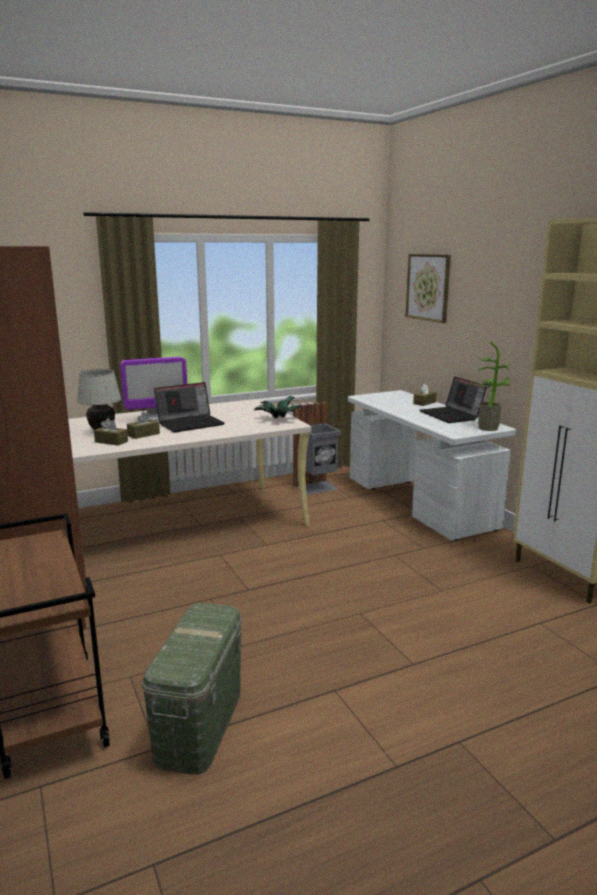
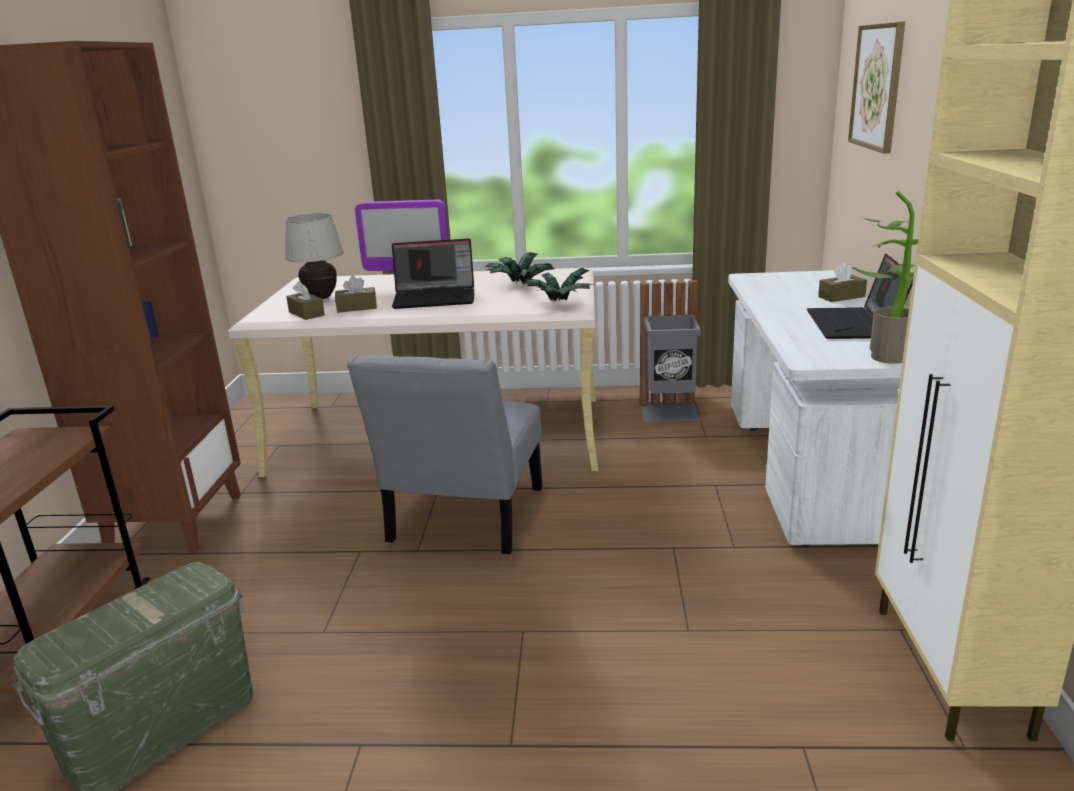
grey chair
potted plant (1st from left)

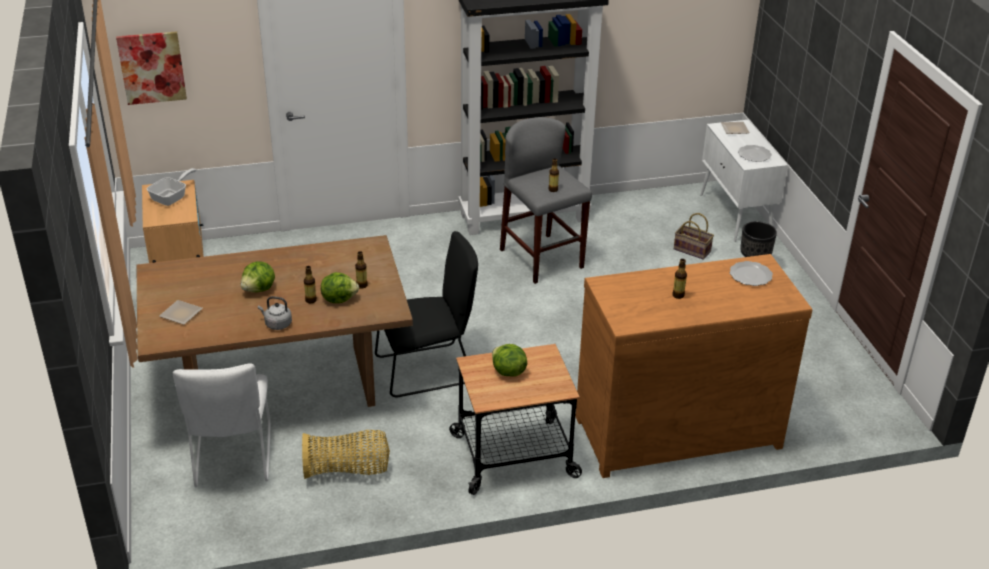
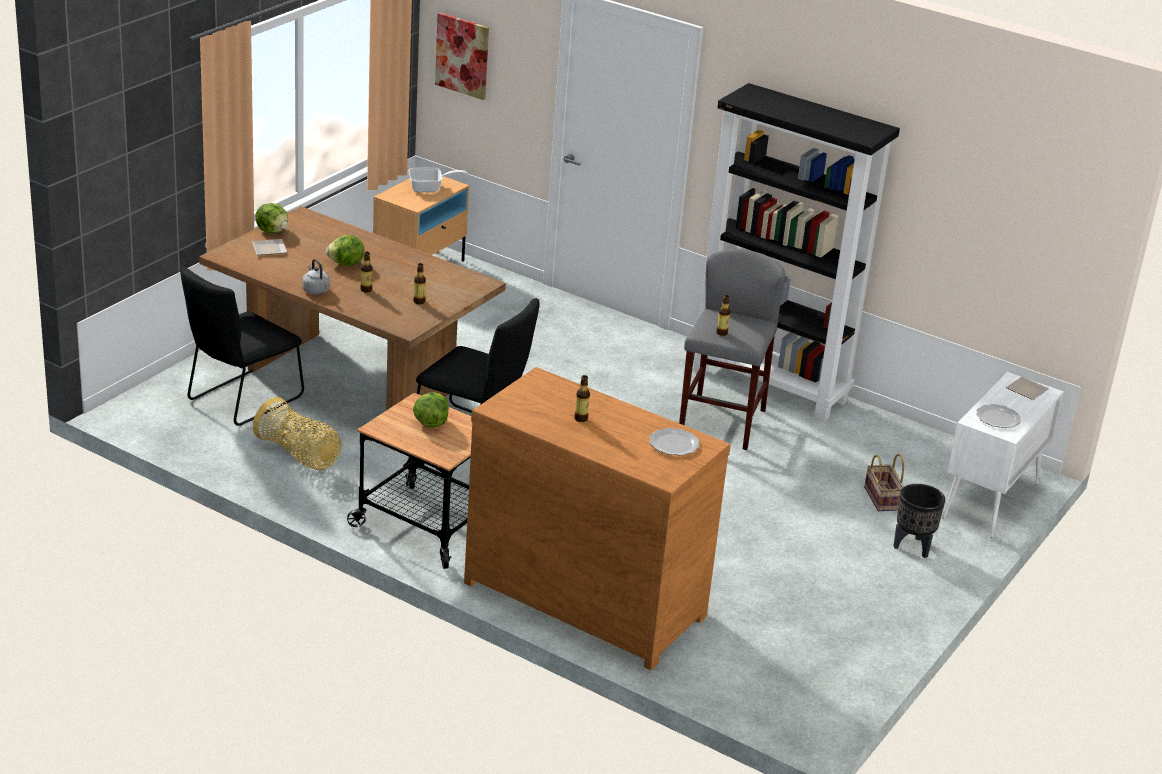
black chair (1st from left)
lettuce (1st from left)

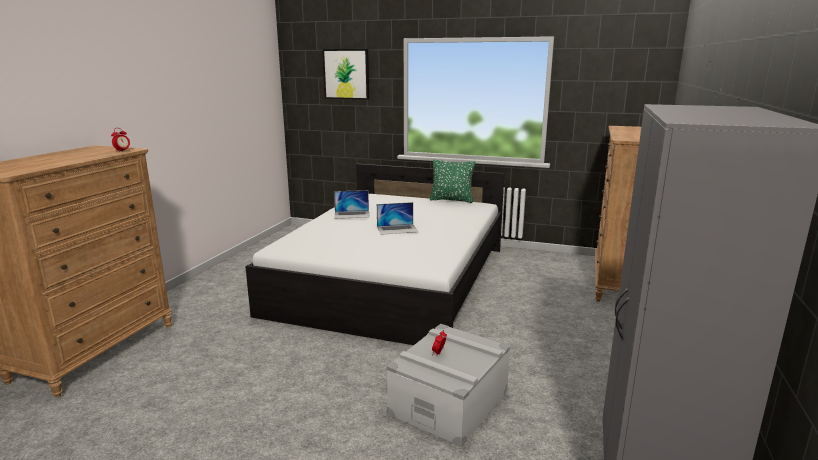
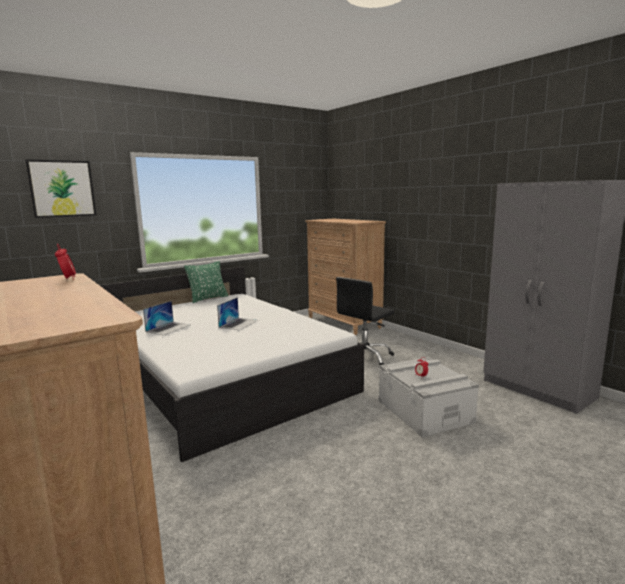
black office chair

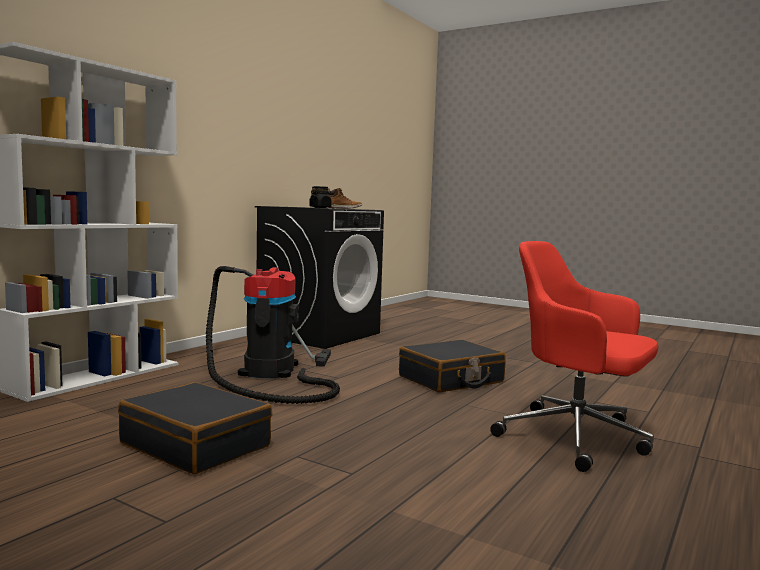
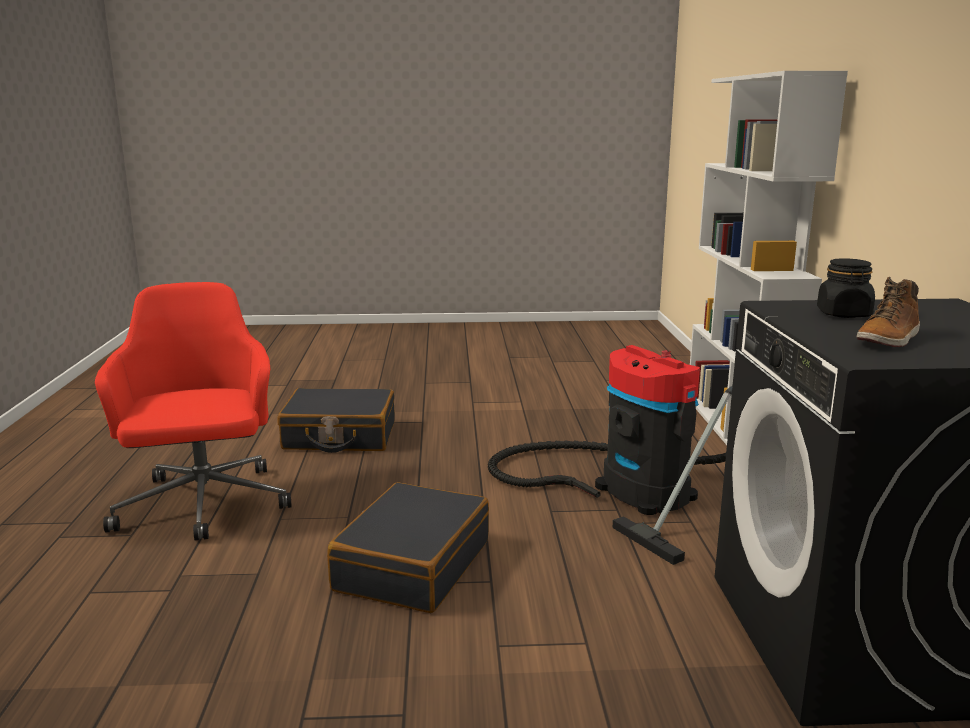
black suitcase (1st from left)
red office chair

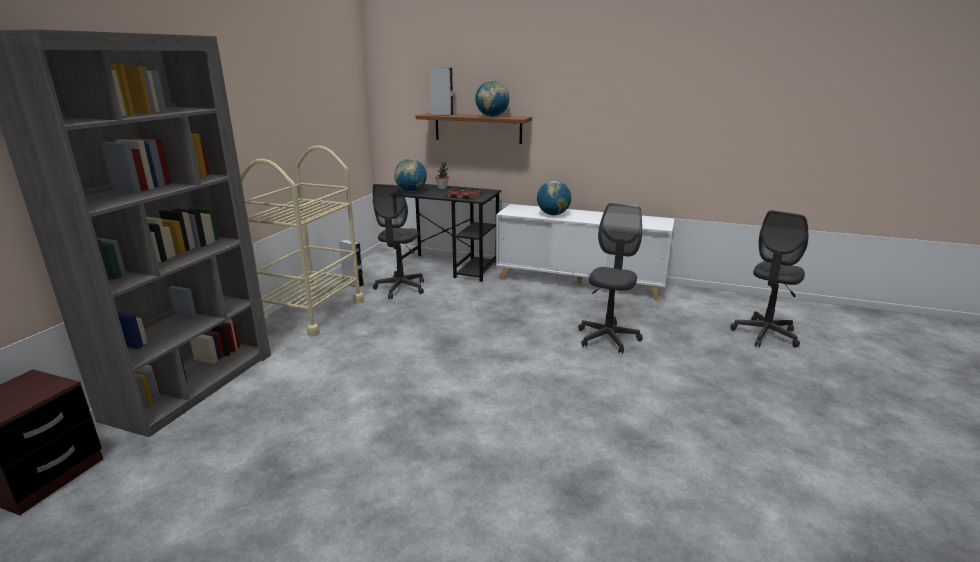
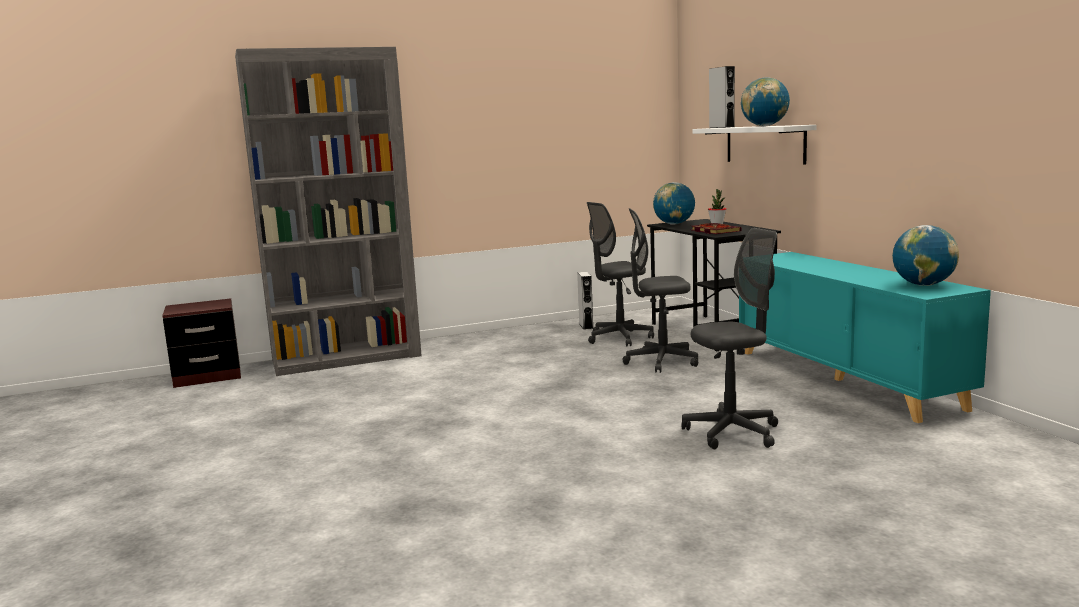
beige cart
white shelf
turquoise cabinet
globe (3rd from left)
grey office chair (2nd from left)

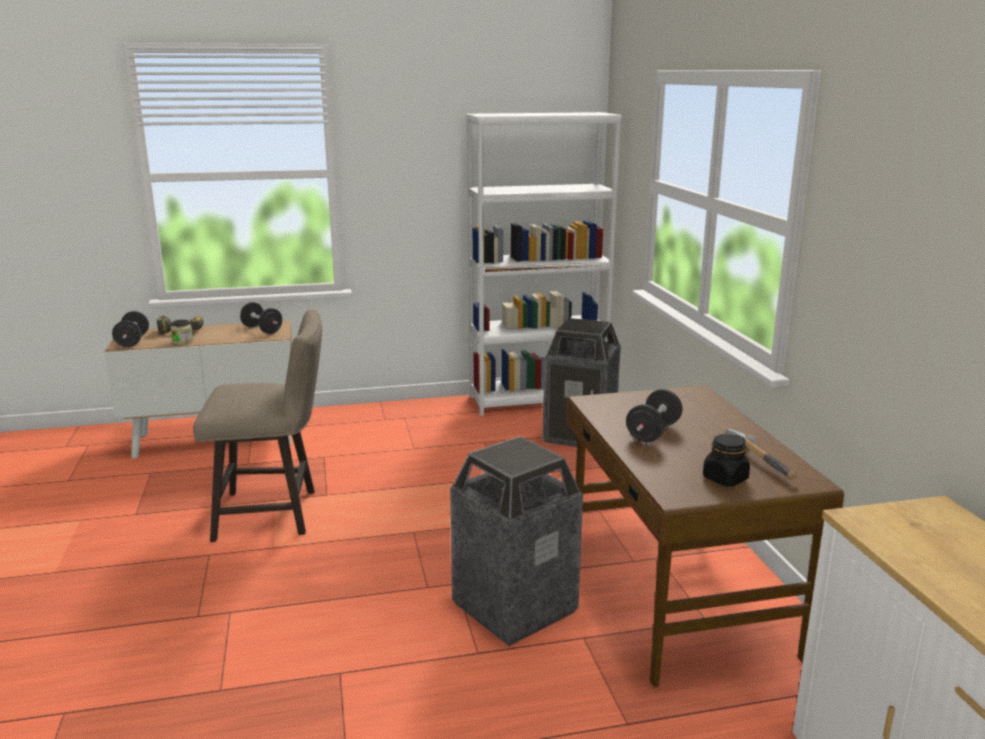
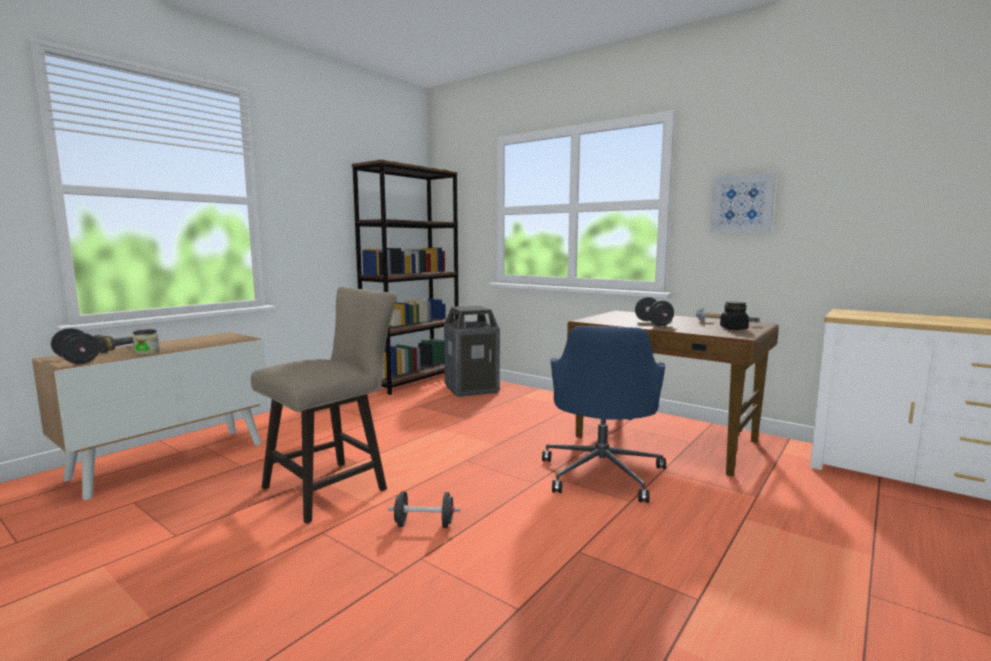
black dumbbell (2nd from left)
blue office chair
brown bookcase
picture

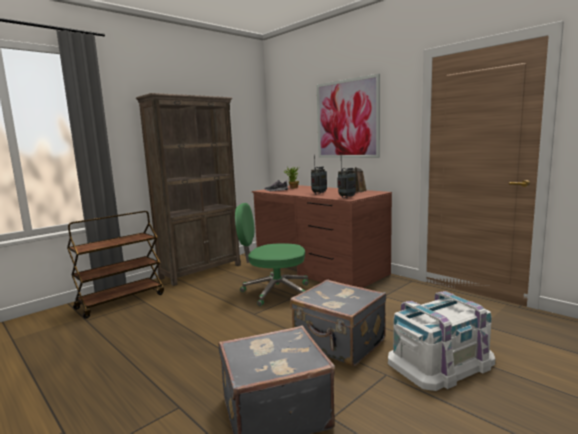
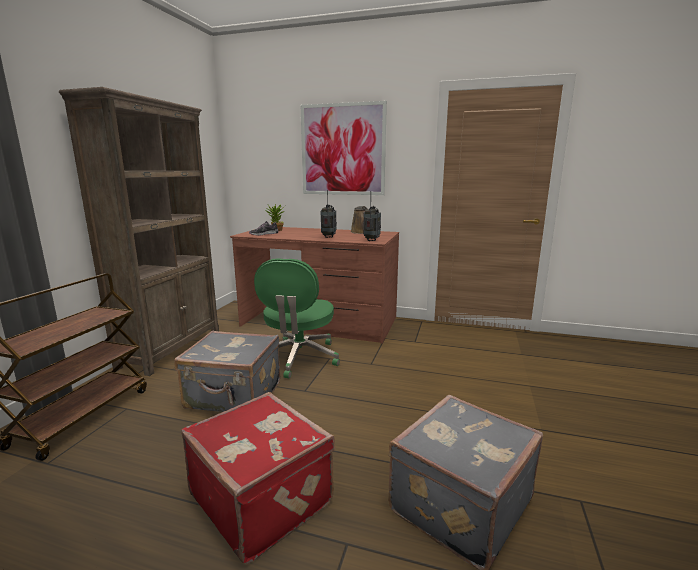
green office chair
grey suitcase (1st from left)
white storage box
red suitcase

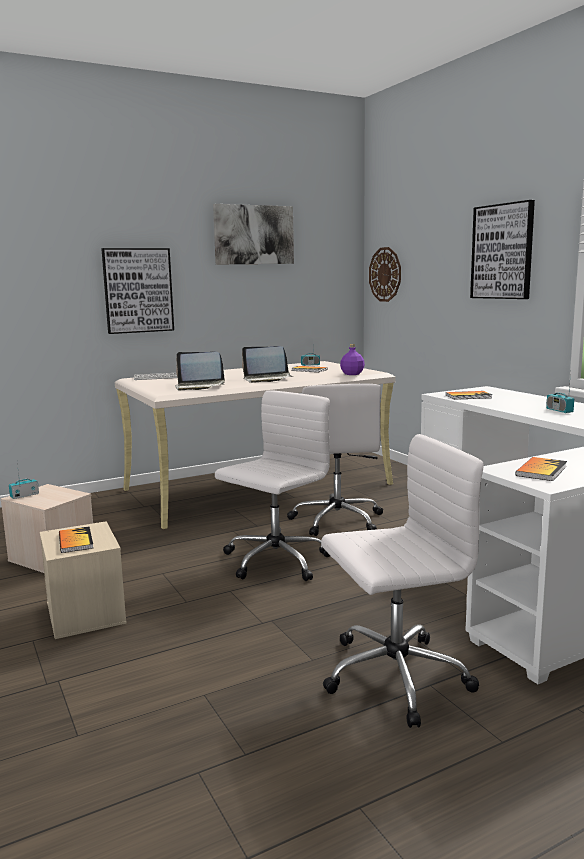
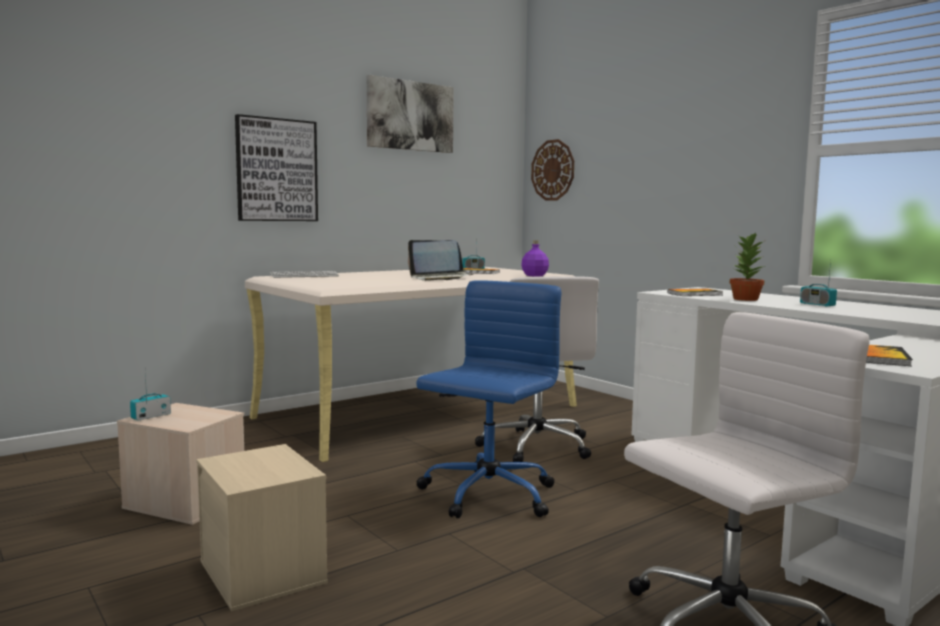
book (1st from left in the first image)
laptop (1st from left in the first image)
blue office chair
picture (3rd from left in the first image)
potted plant

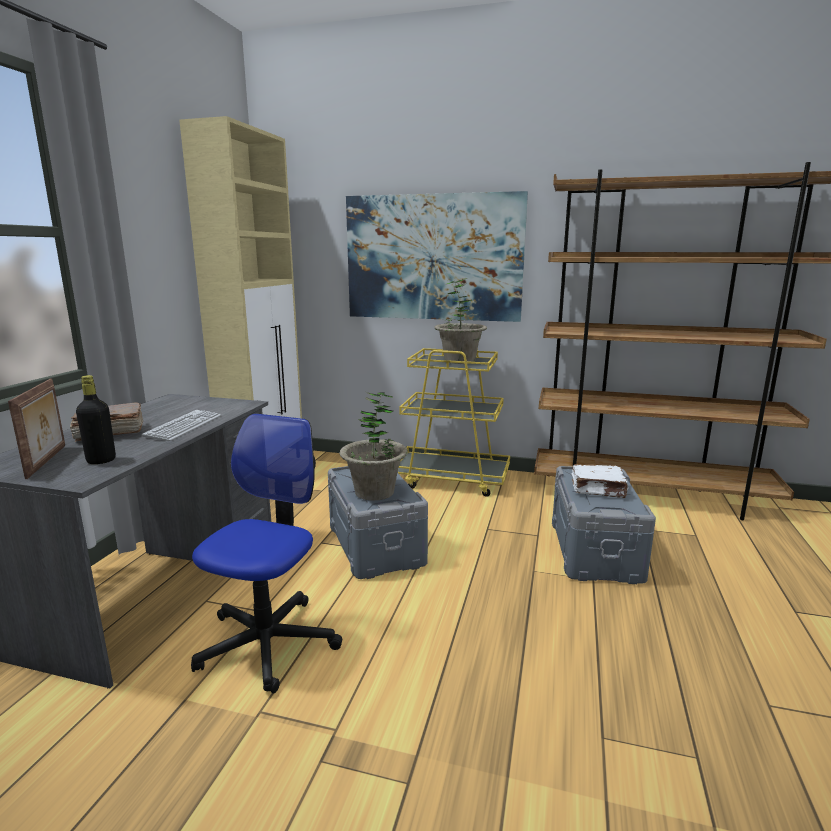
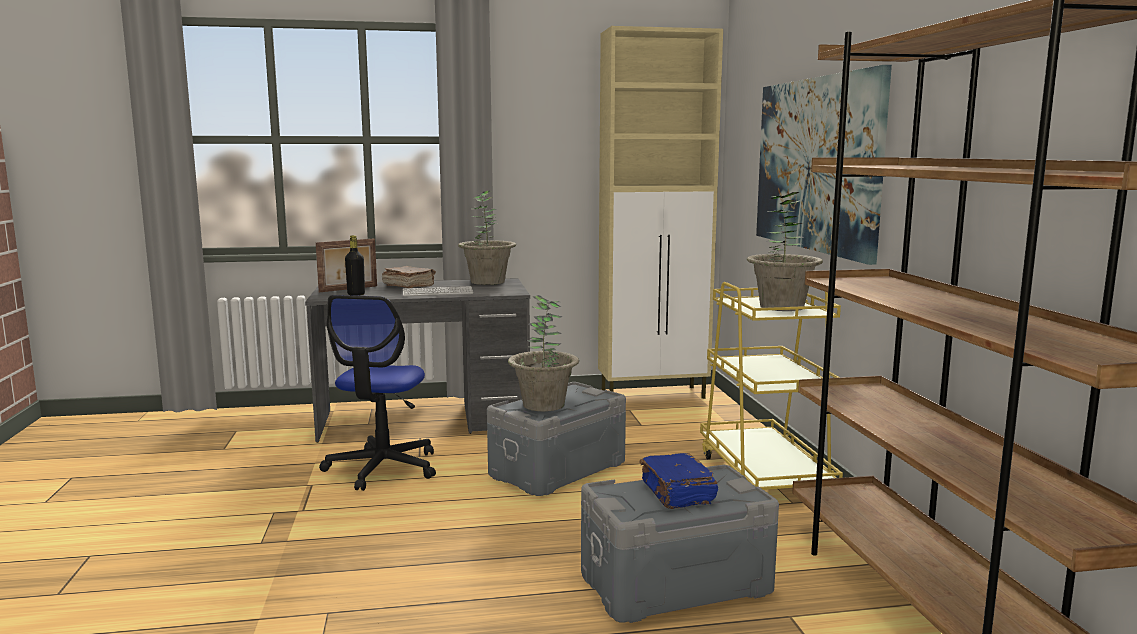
office chair
blue book
potted plant (1st from left)

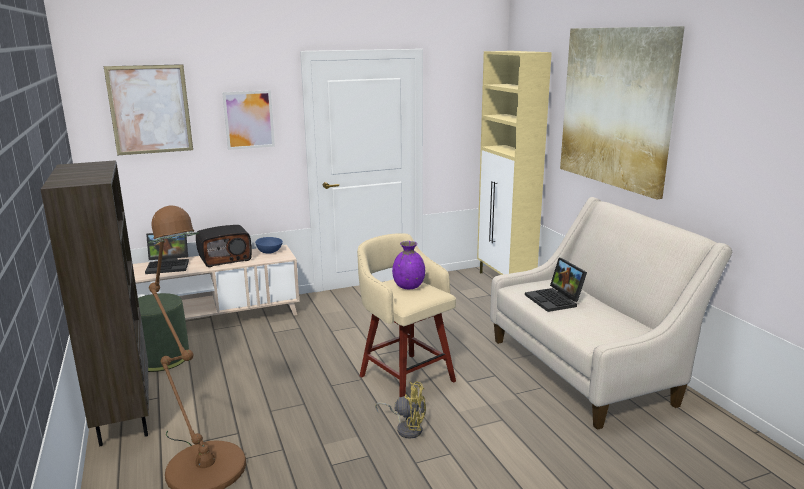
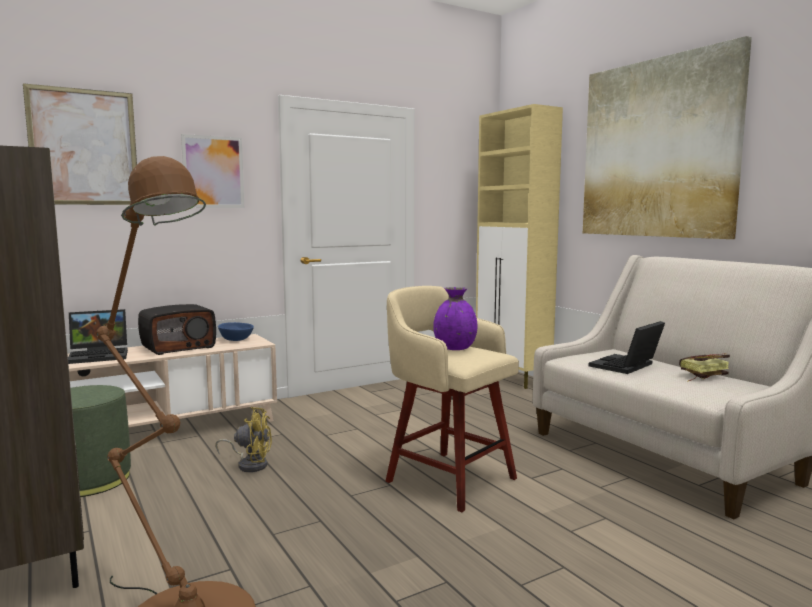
yellow fan
laptop (2nd from left)
book

